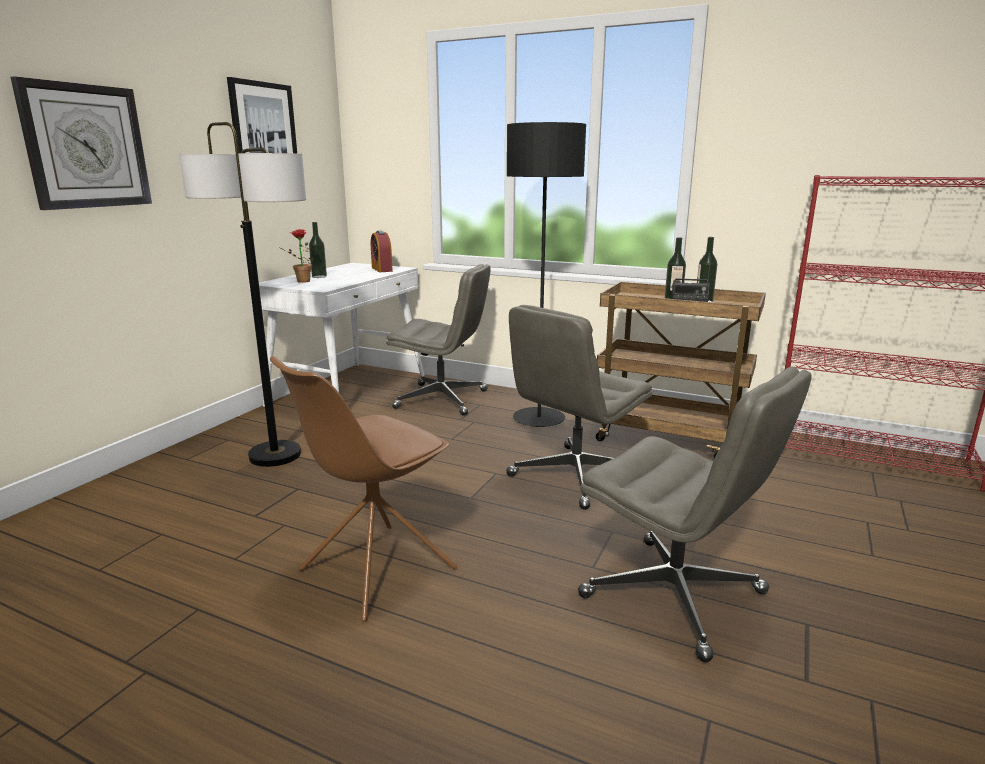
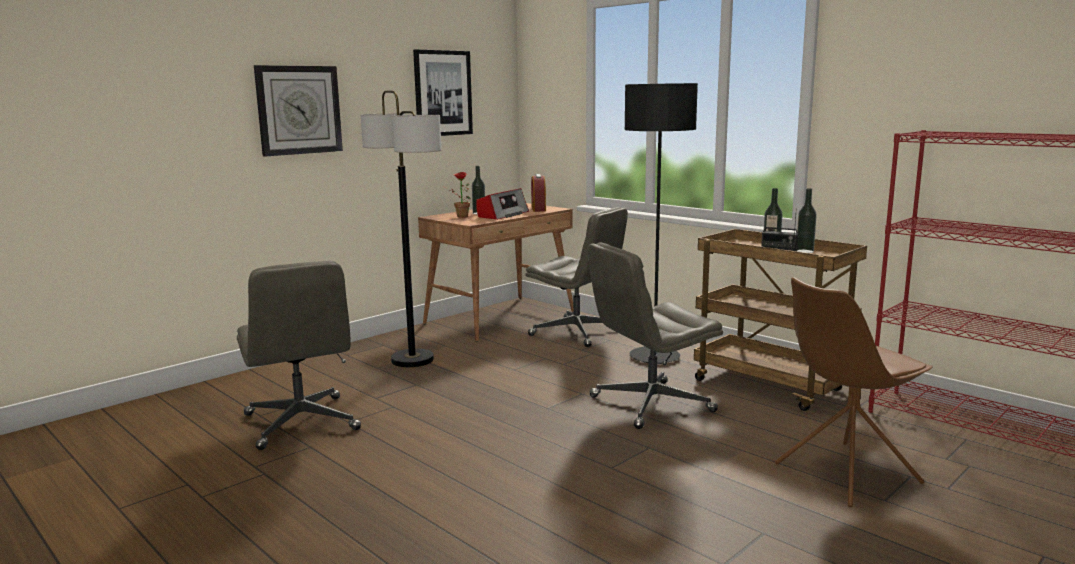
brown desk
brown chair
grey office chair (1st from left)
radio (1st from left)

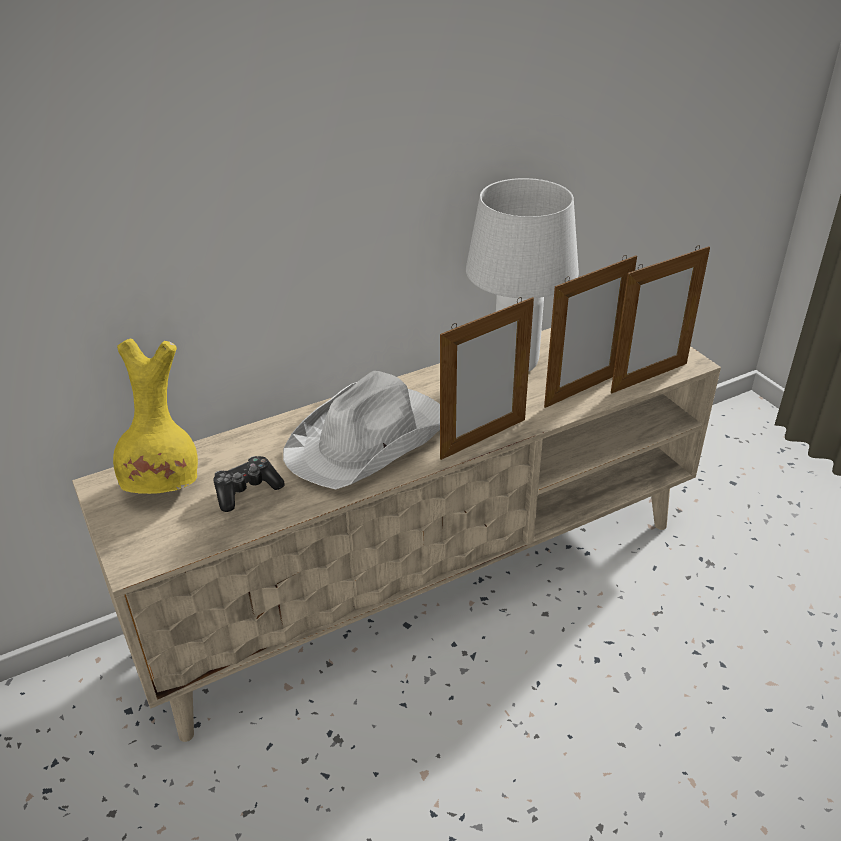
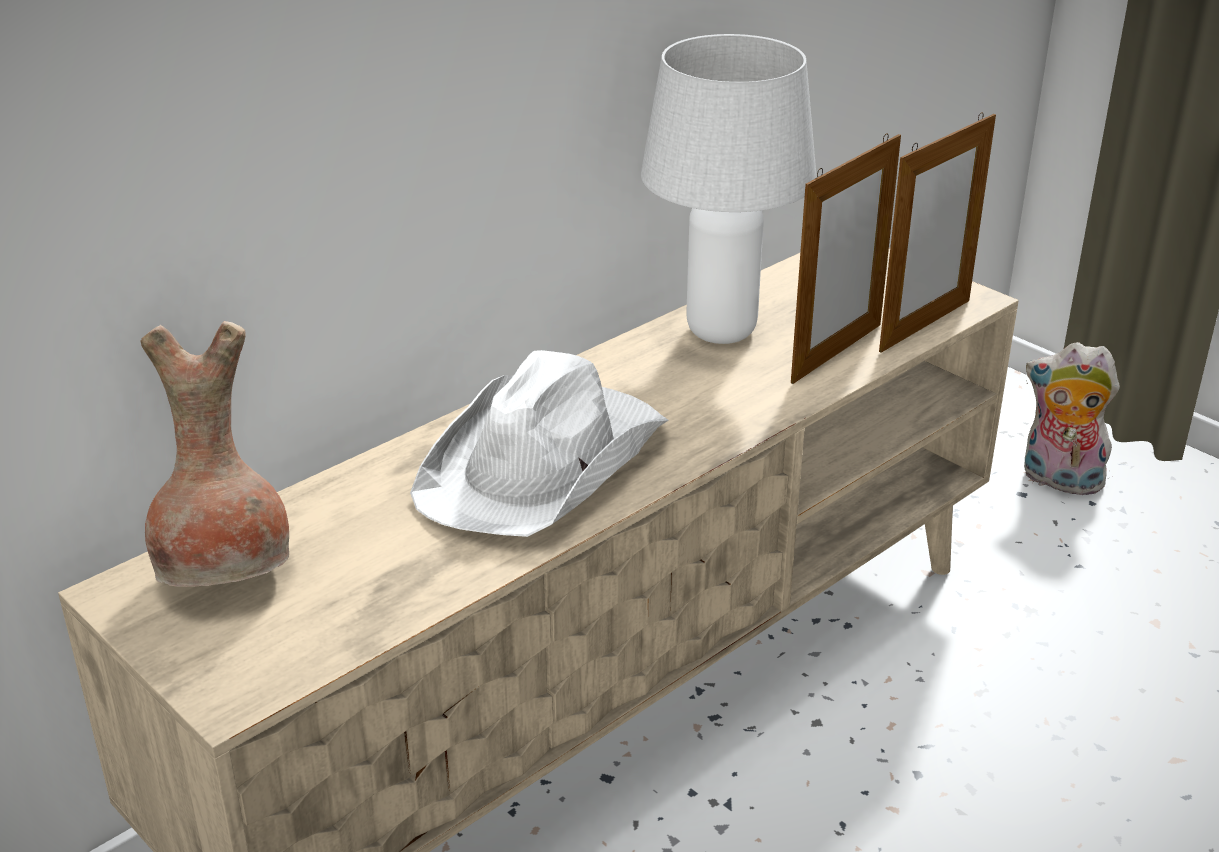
brown vase
game controller
picture frame (1st from left in the first image)
plush toy

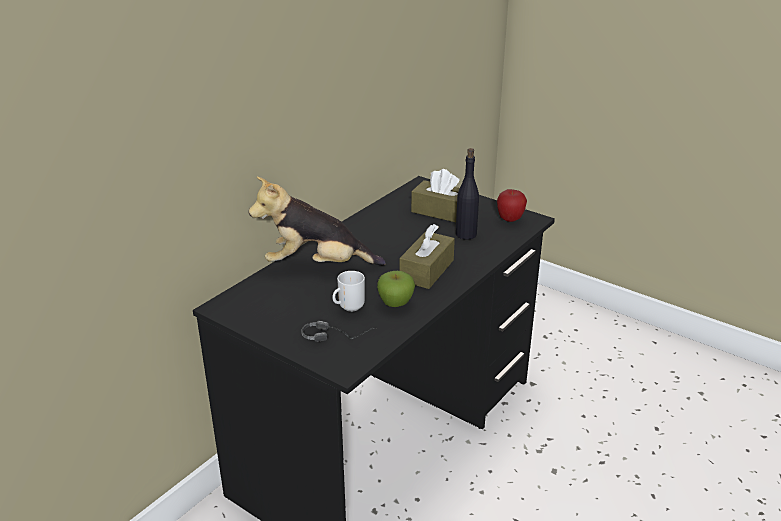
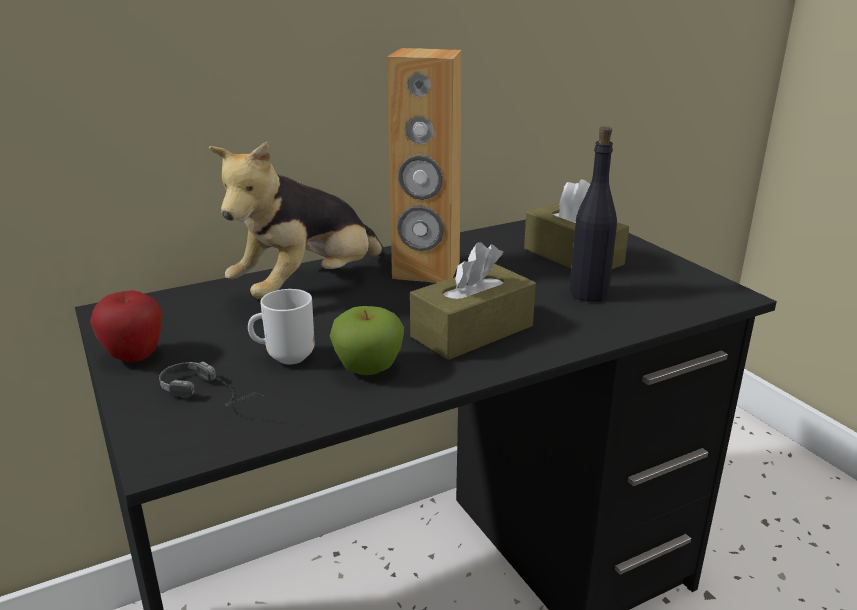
plush toy
apple (1st from left)
brown speaker

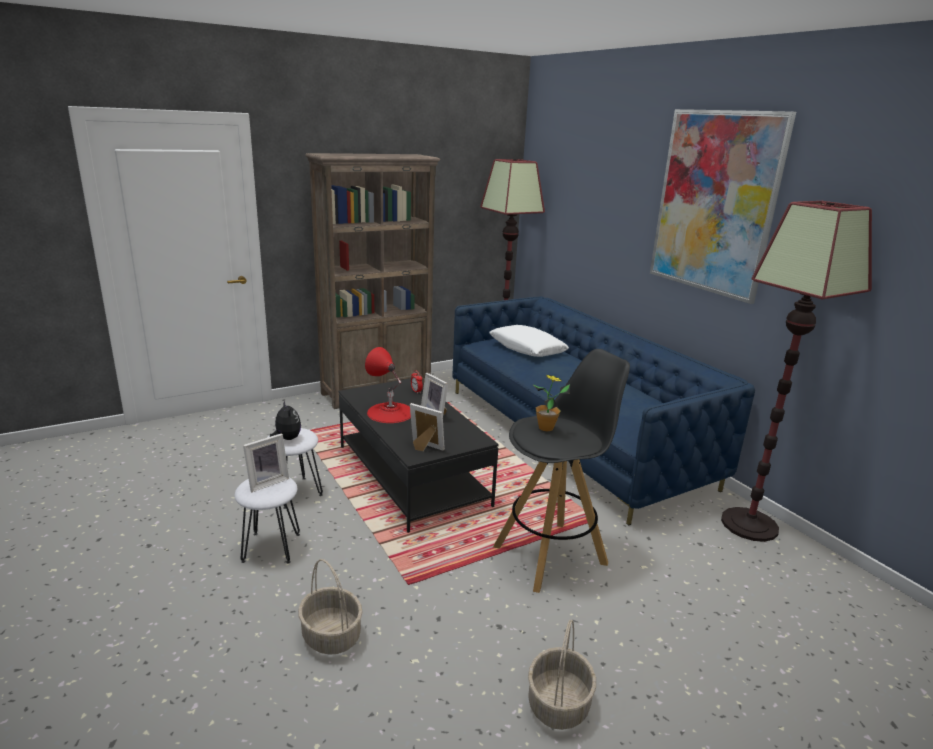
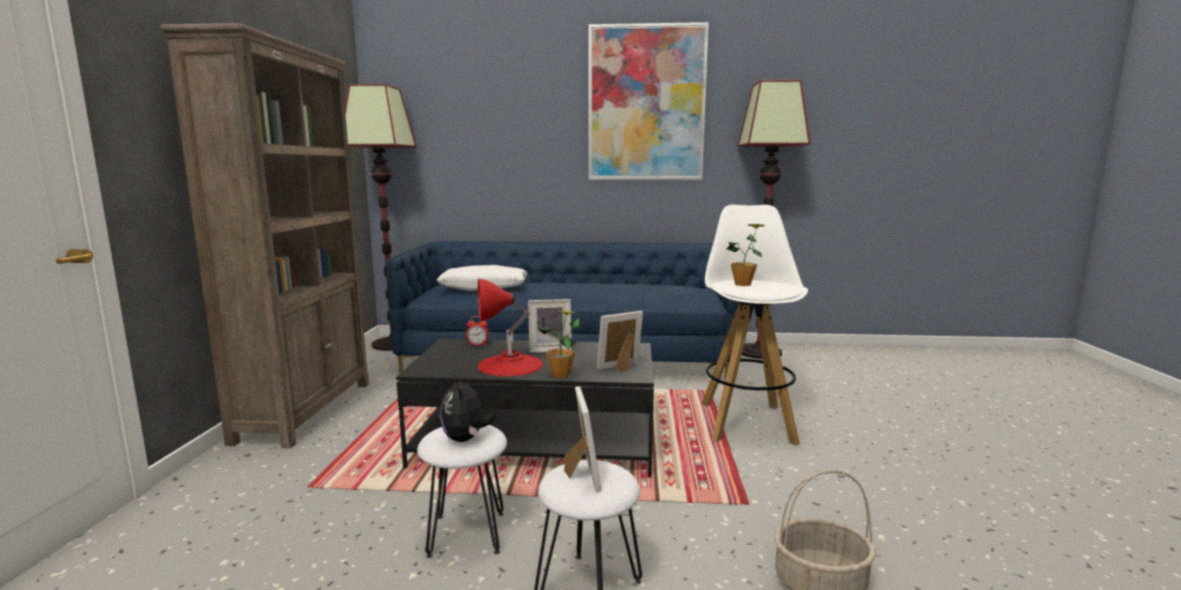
plush toy
white stool (3rd from left)
basket (2nd from left in the first image)
potted plant (1st from left)

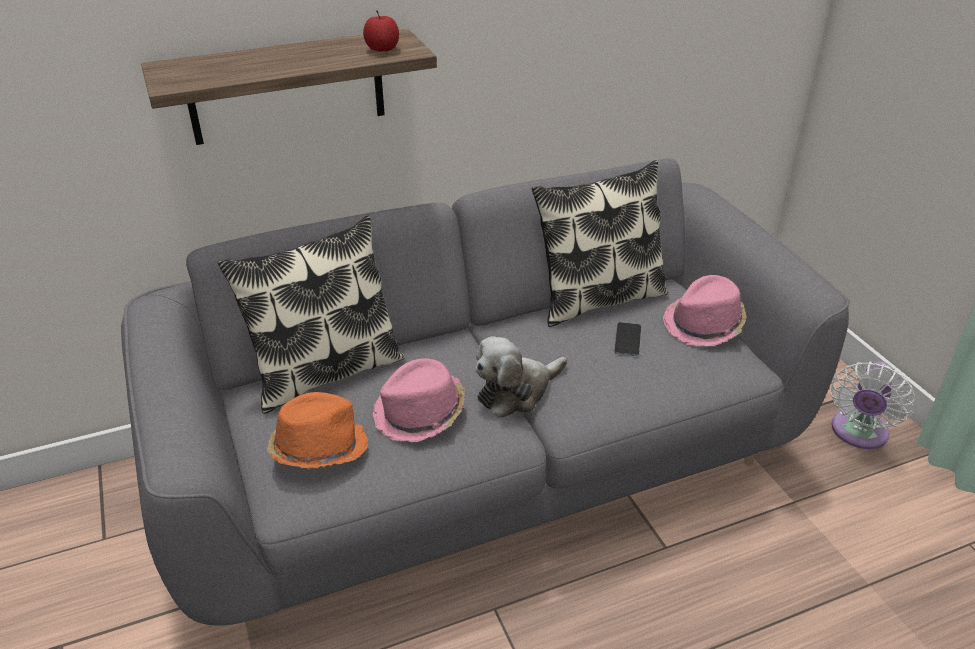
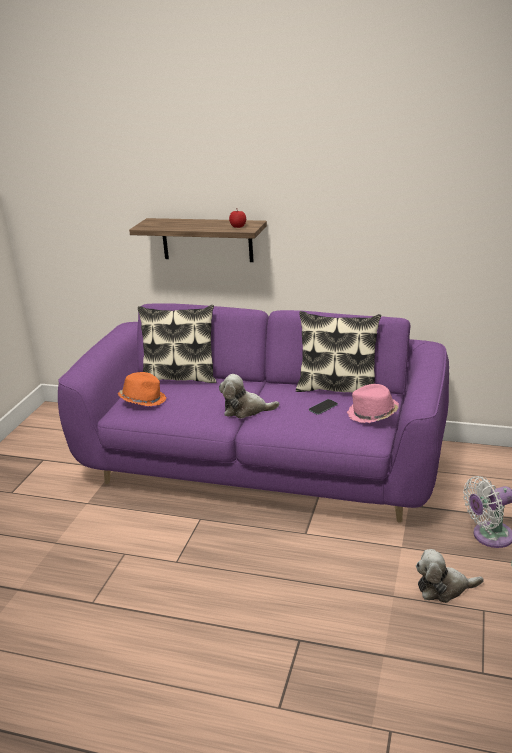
purple sofa
pink hat (1st from left in the first image)
plush toy (2nd from left)

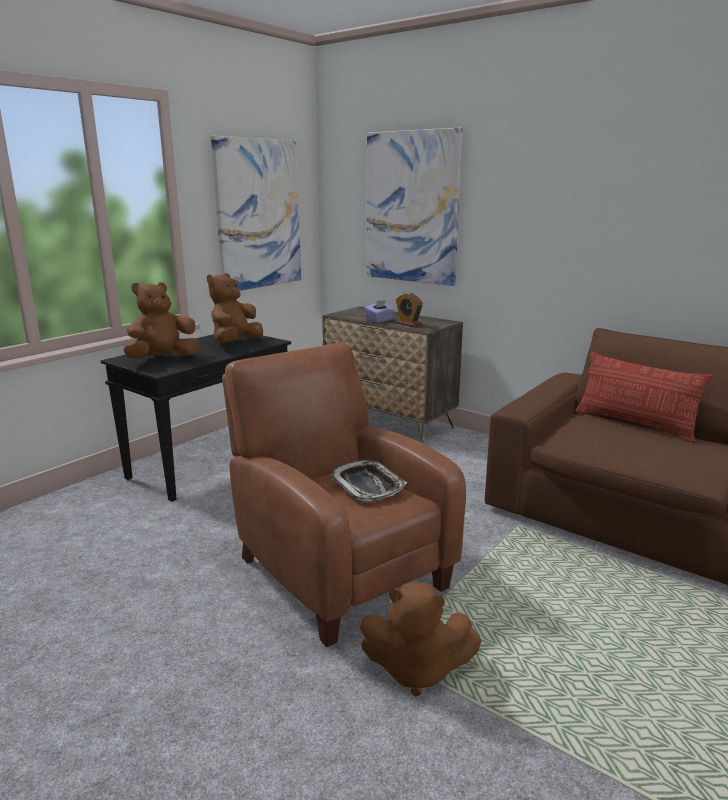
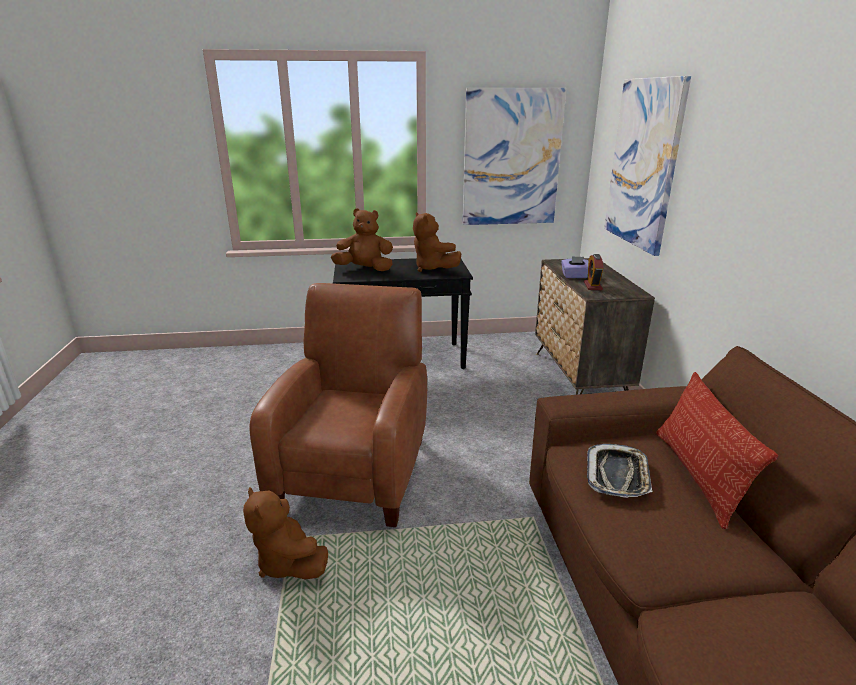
brown plush toy (3rd from left)
tray

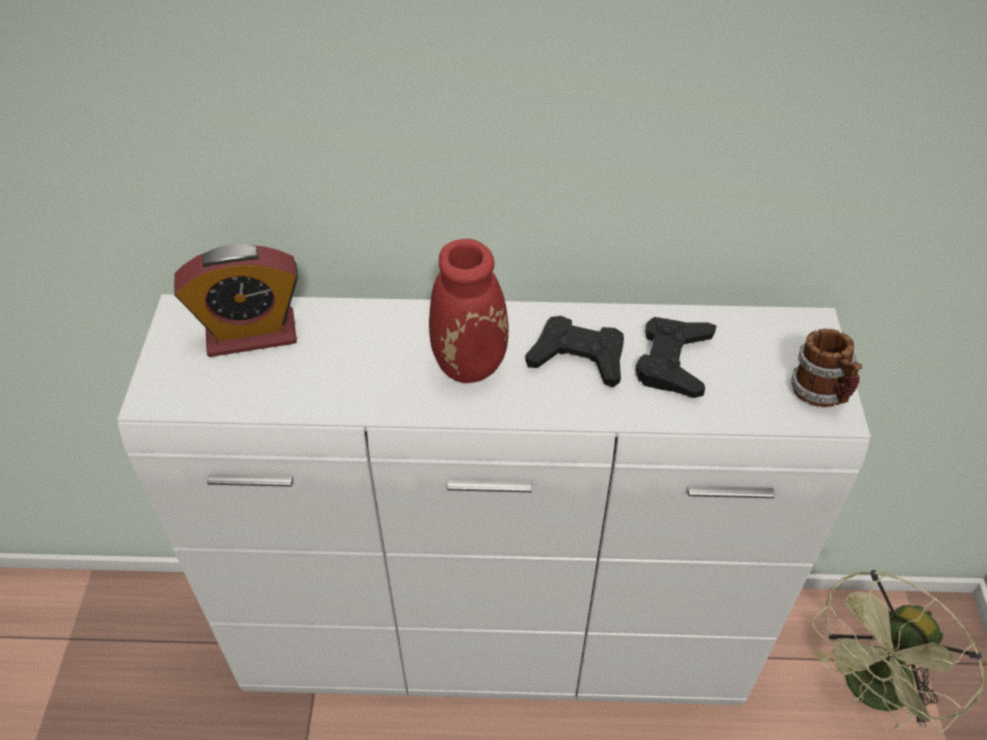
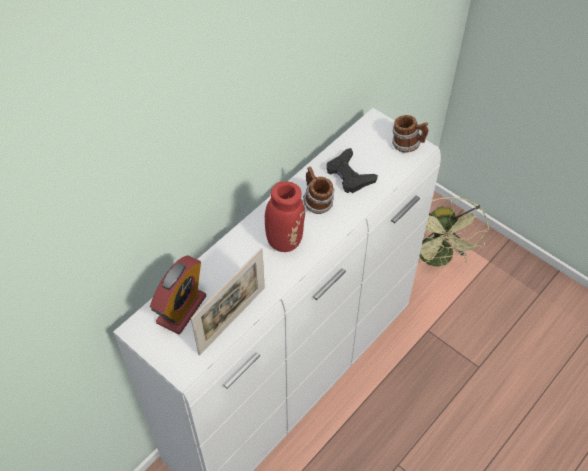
mug (1st from left)
picture frame

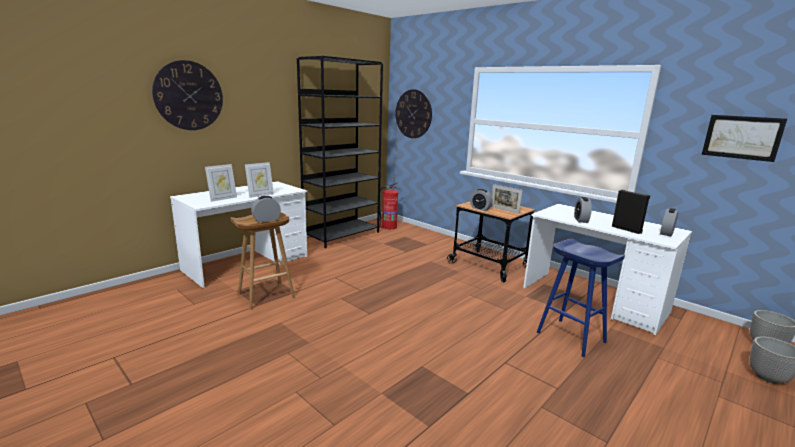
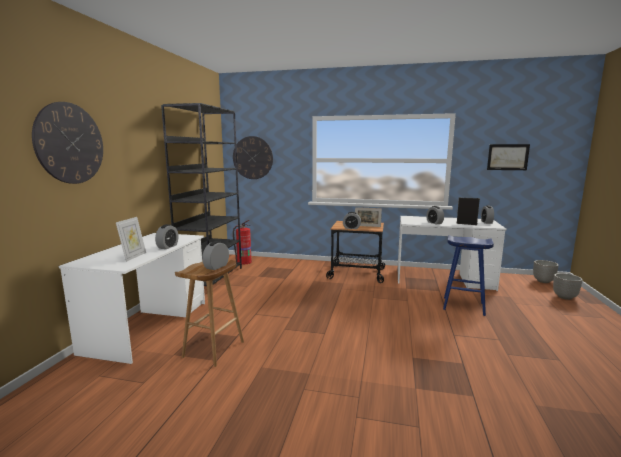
alarm clock (1st from left)

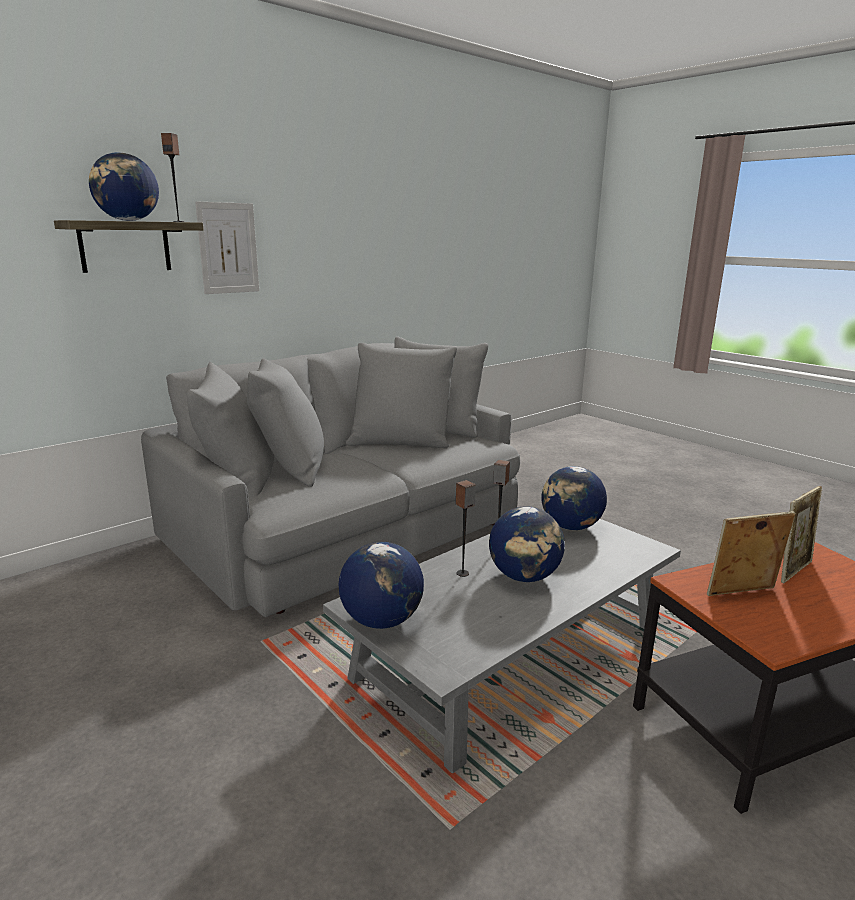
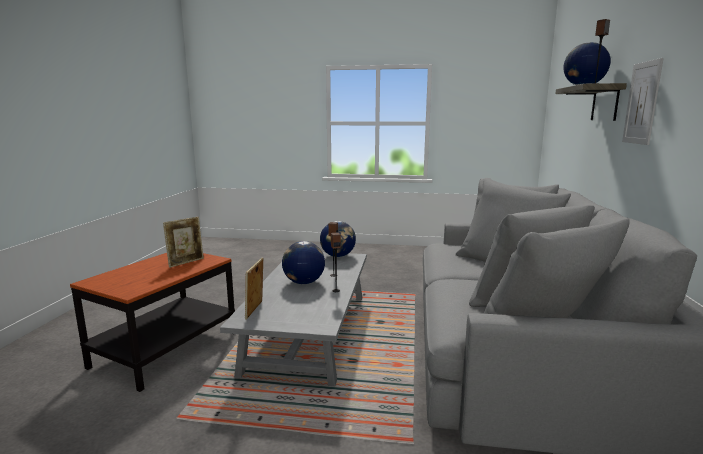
globe (4th from left in the first image)
picture frame (2nd from left)

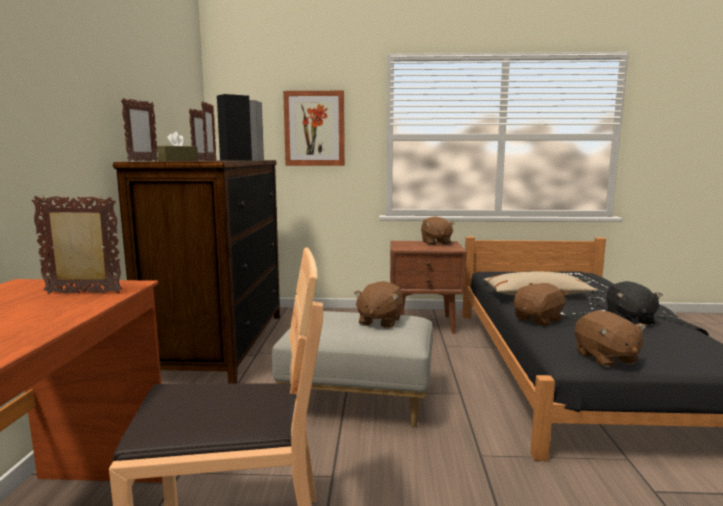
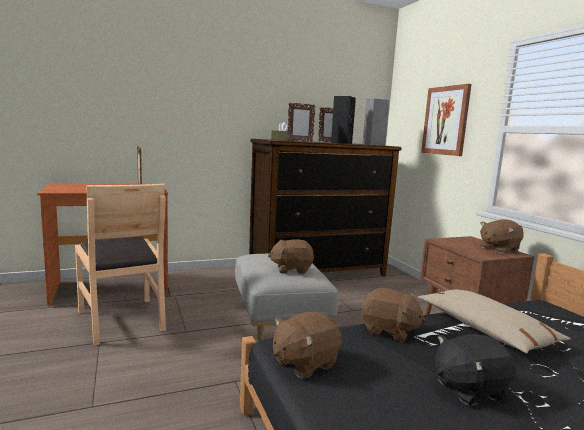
picture frame (2nd from left in the first image)

